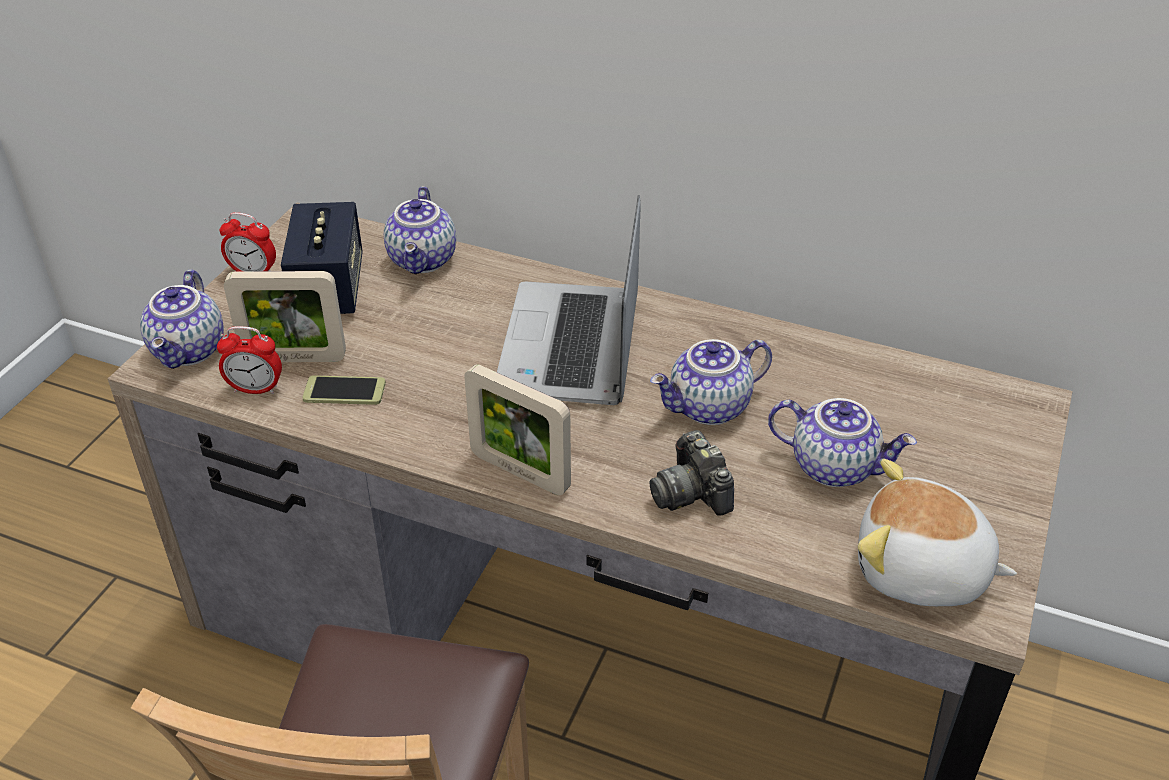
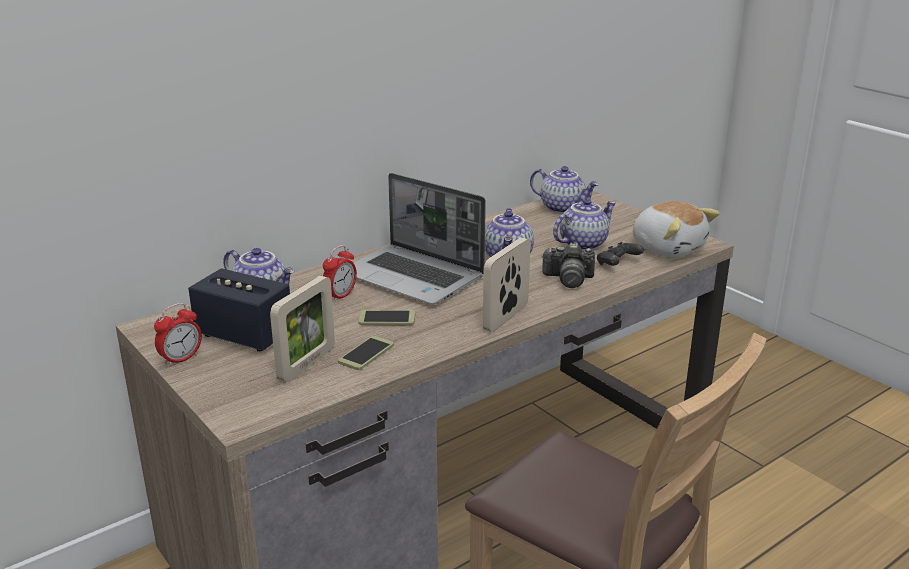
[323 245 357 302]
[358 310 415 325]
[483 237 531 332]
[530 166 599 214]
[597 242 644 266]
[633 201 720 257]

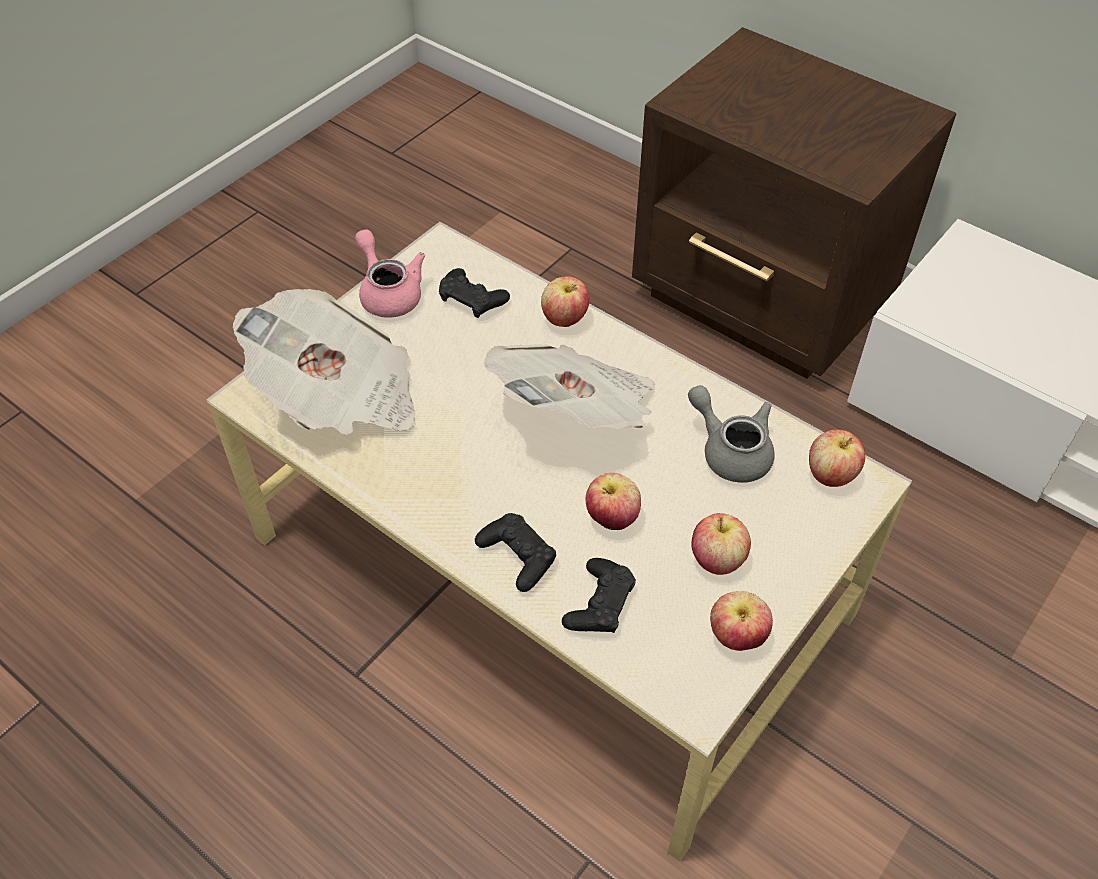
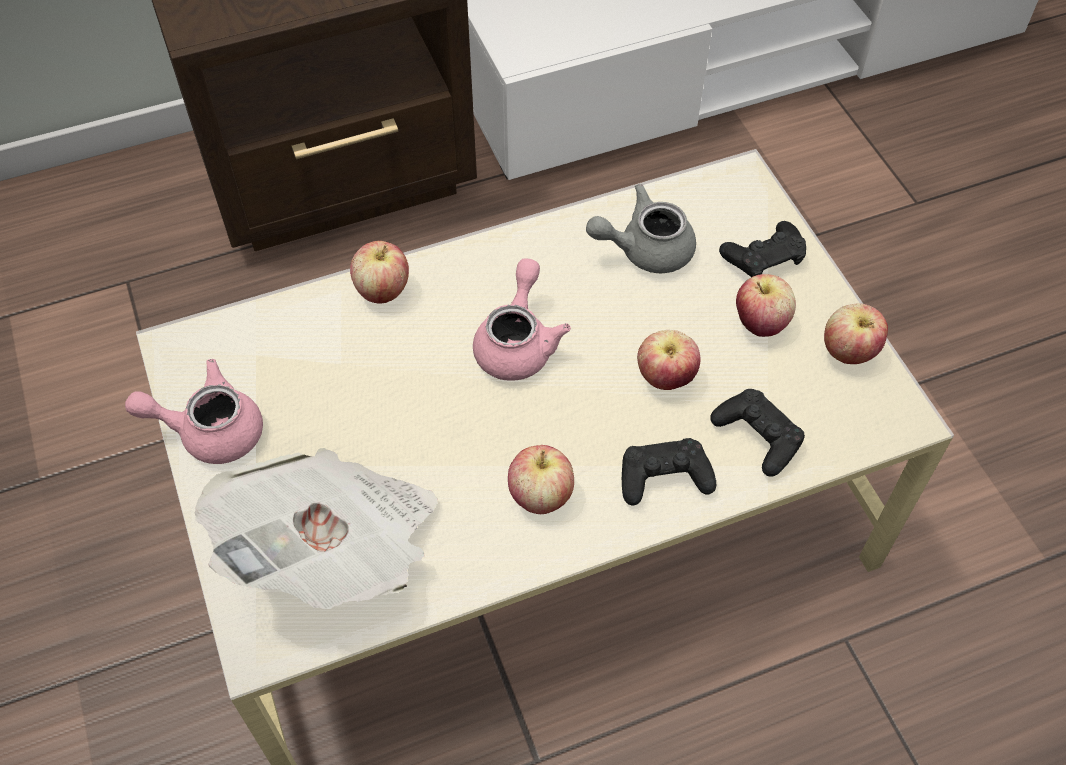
[473 259 571 381]
[508 445 574 514]
[719 221 806 277]

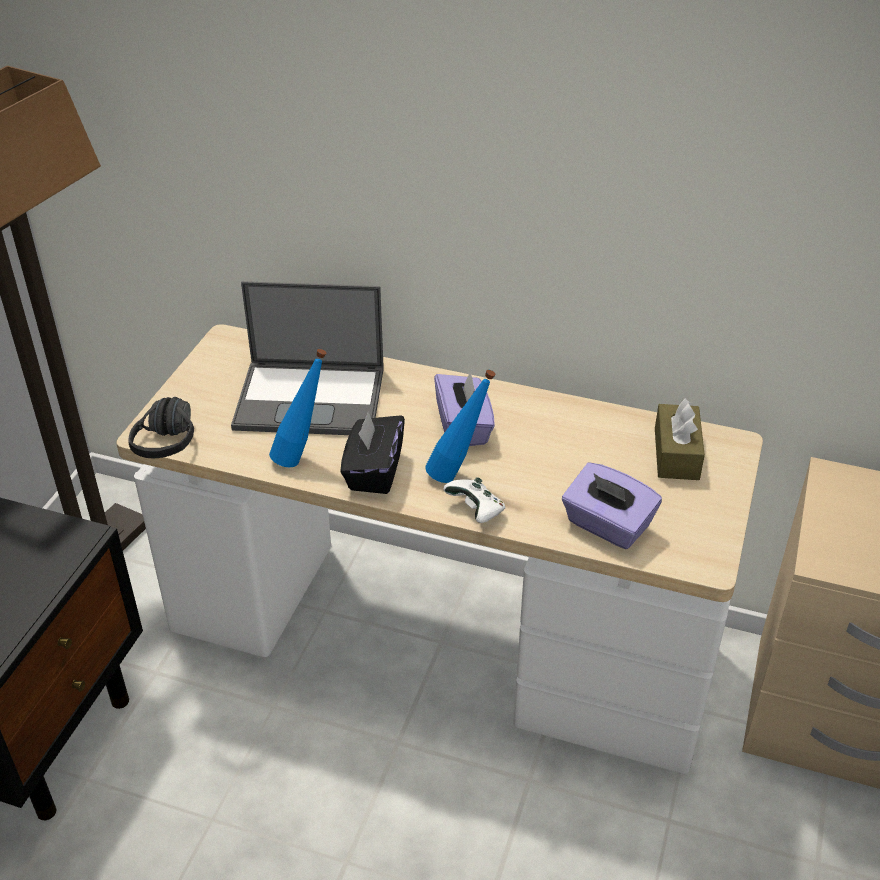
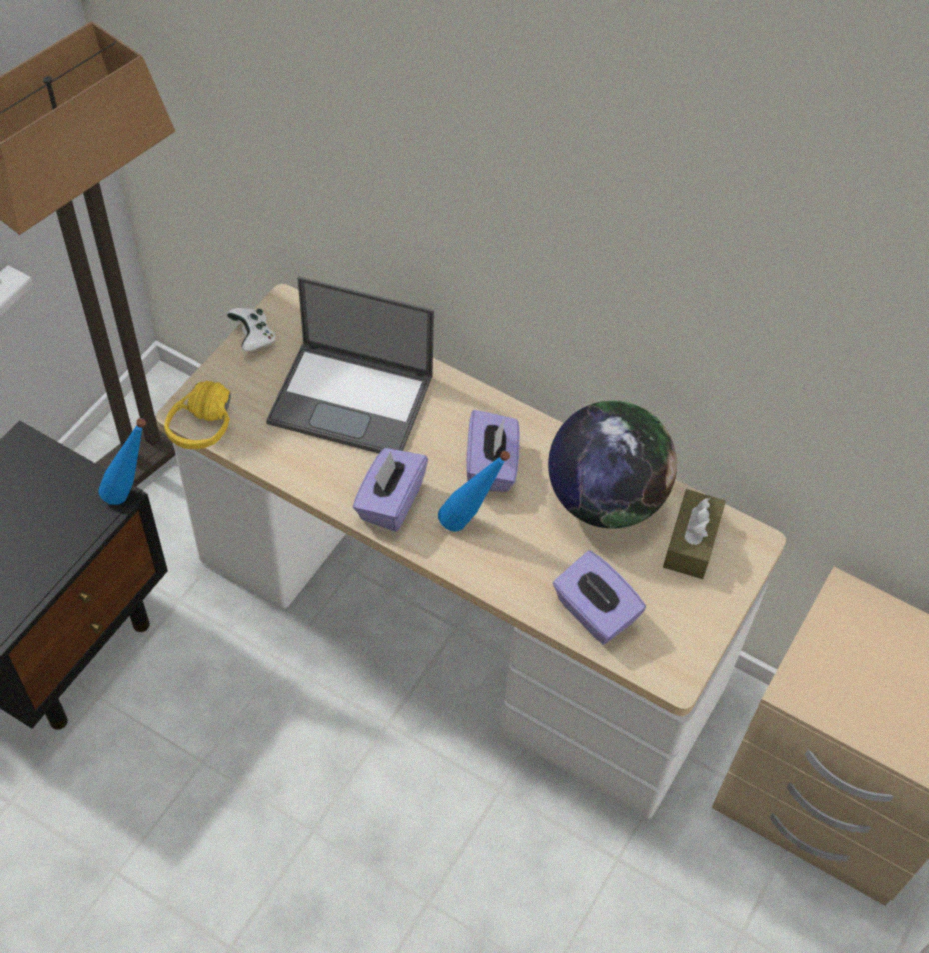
[98 418 146 505]
[164 381 231 449]
[227 308 275 351]
[353 448 428 532]
[548 401 677 529]

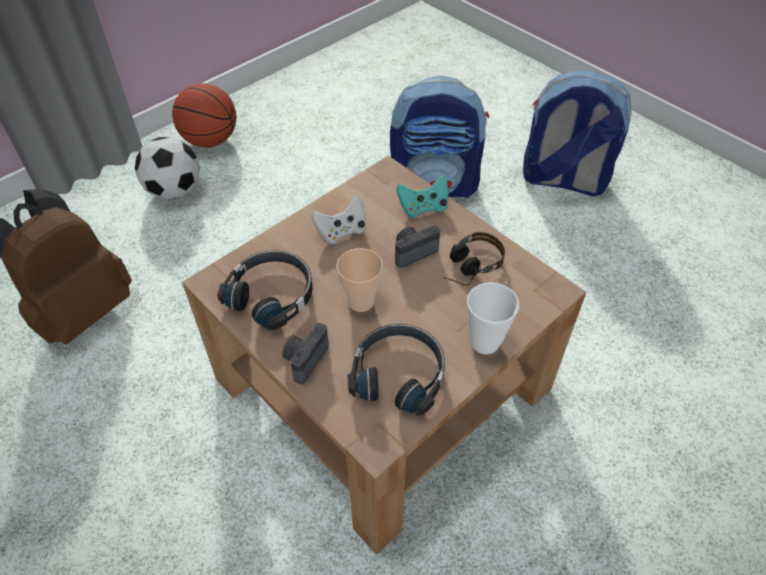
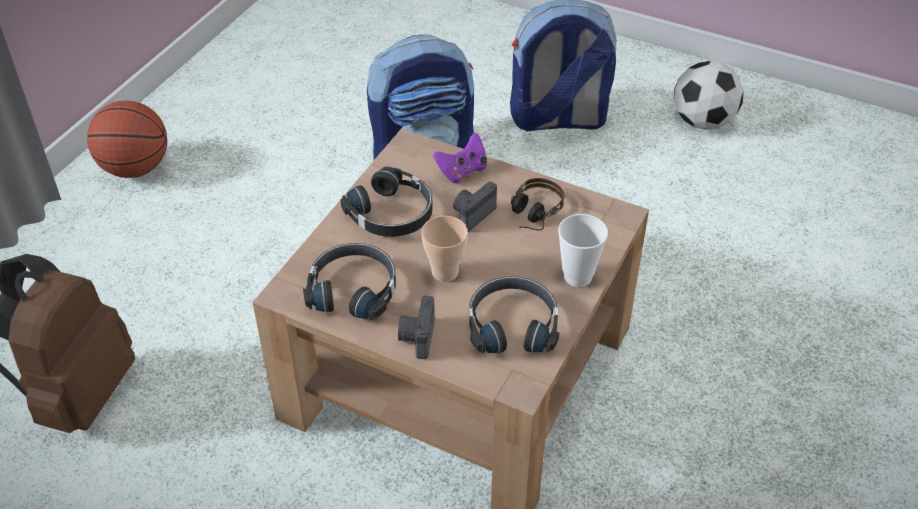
[340 166 432 237]
[433 133 487 183]
[674 61 744 130]

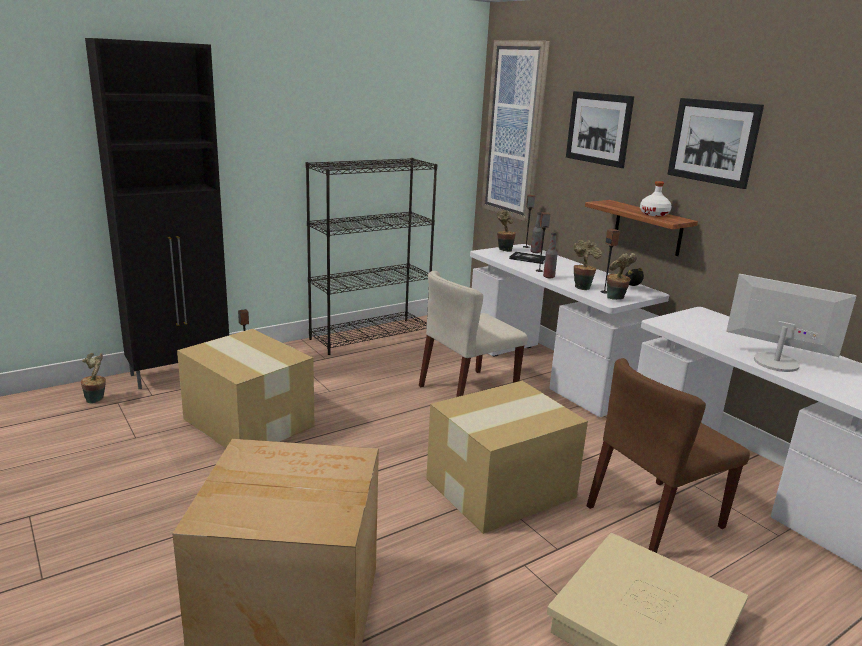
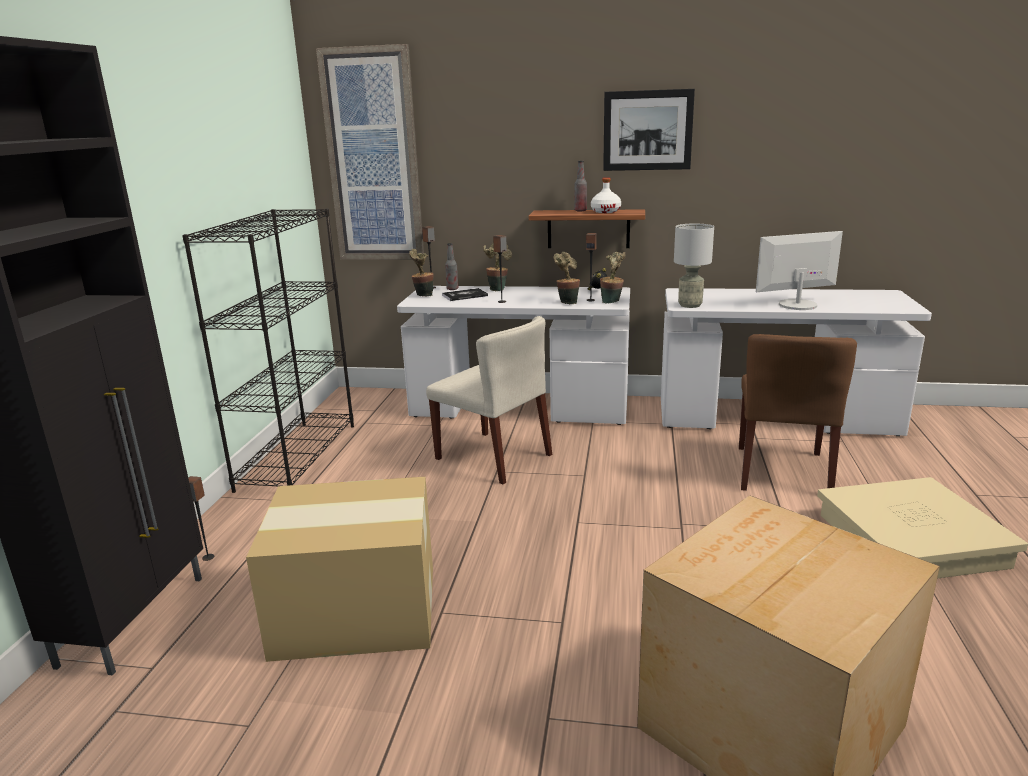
[426 316 552 484]
[483 243 512 291]
[574 161 587 211]
[674 224 714 308]
[426 381 588 534] (first image)
[566 91 634 168] (first image)

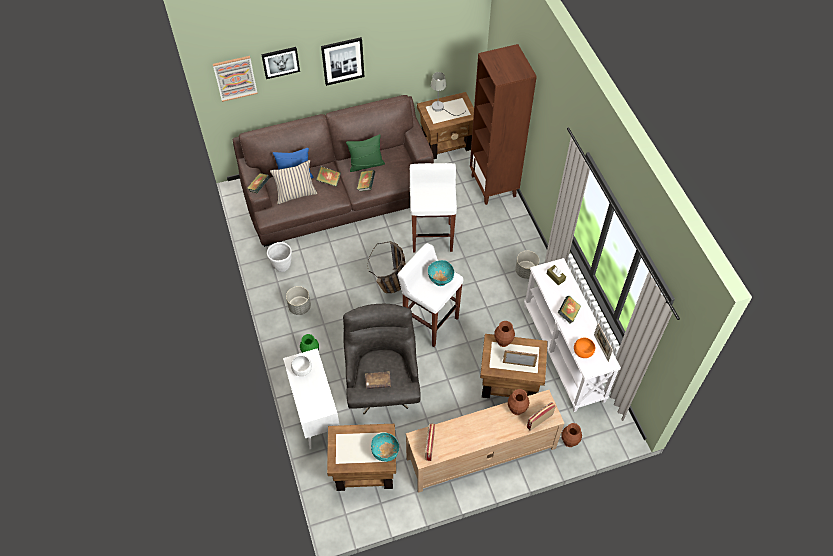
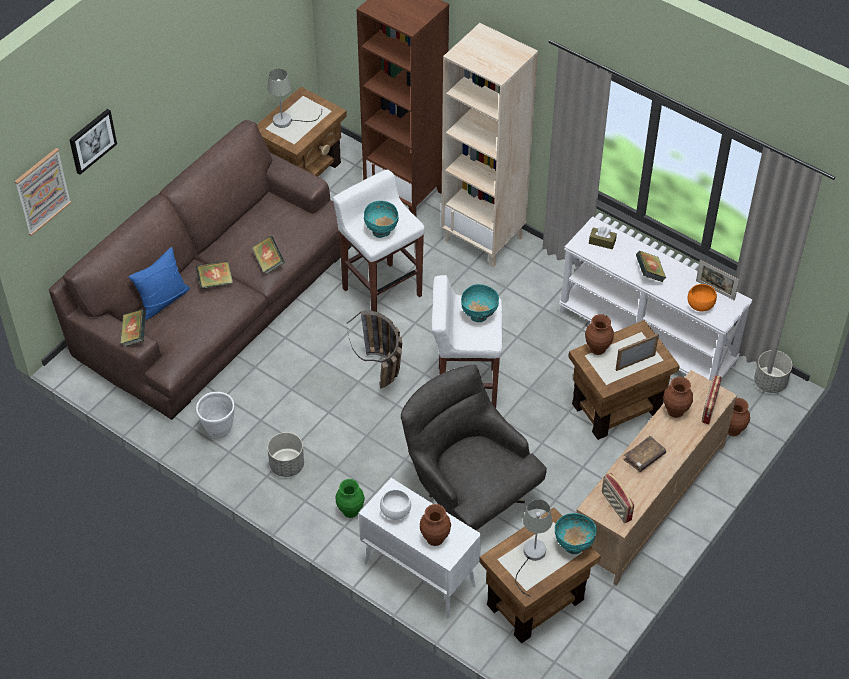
[364 201 399 238]
[420 504 451 546]
[441 23 538 268]
[515 499 552 596]
[624 436 666 472]
[754 350 792 393]
[270 160 317 204] (first image)
[321 37 364 86] (first image)
[346 134 385 172] (first image)

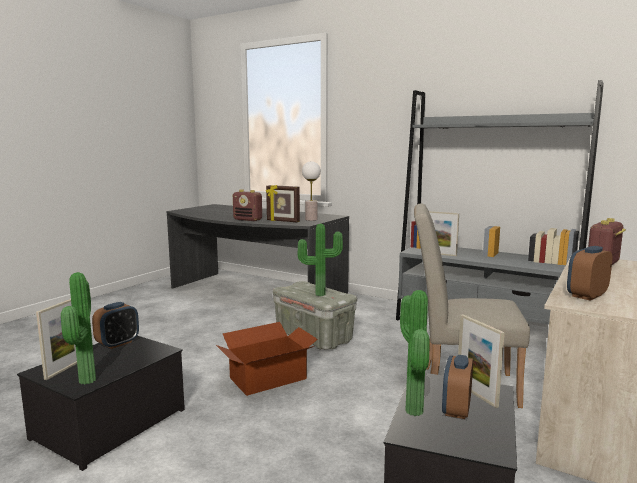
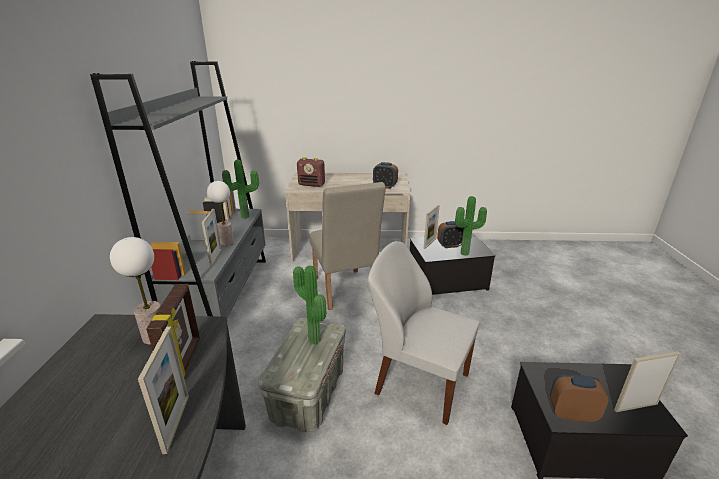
[138 327 189 454]
[207 181 234 246]
[222 160 259 219]
[368 241 480 425]

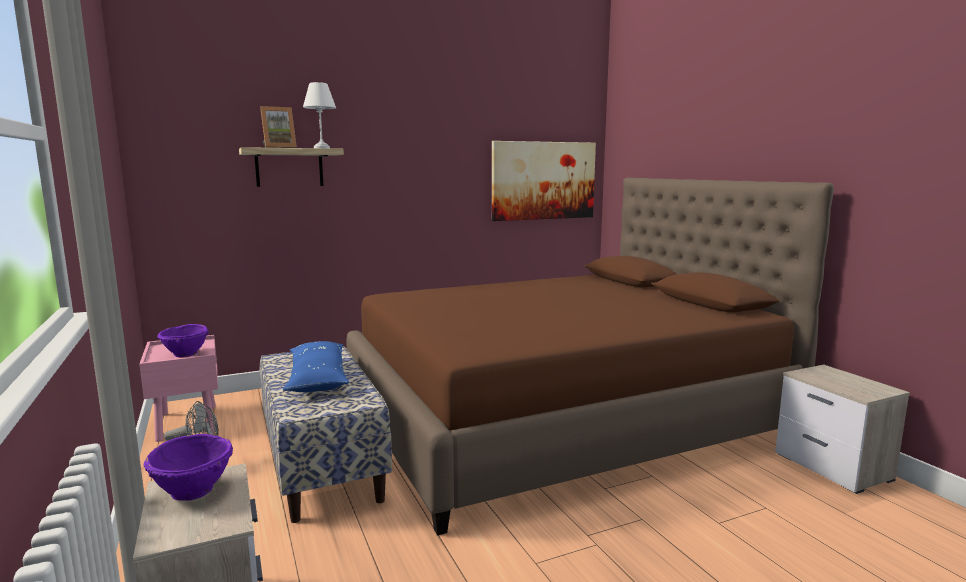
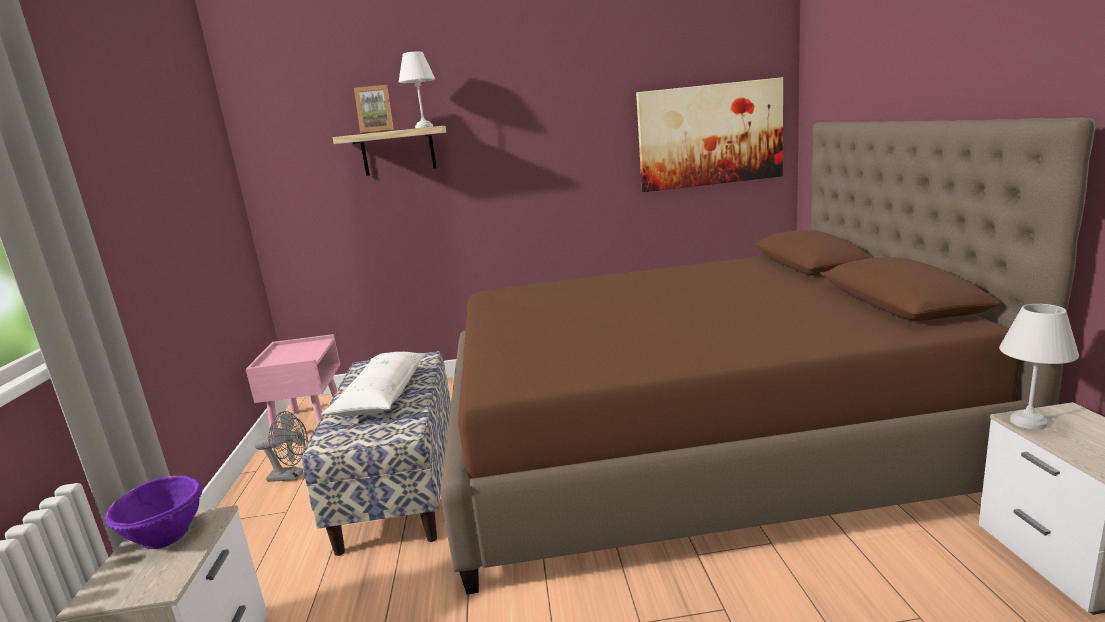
[321 352 426 416]
[999 304 1079 429]
[157 324 209 357] (first image)

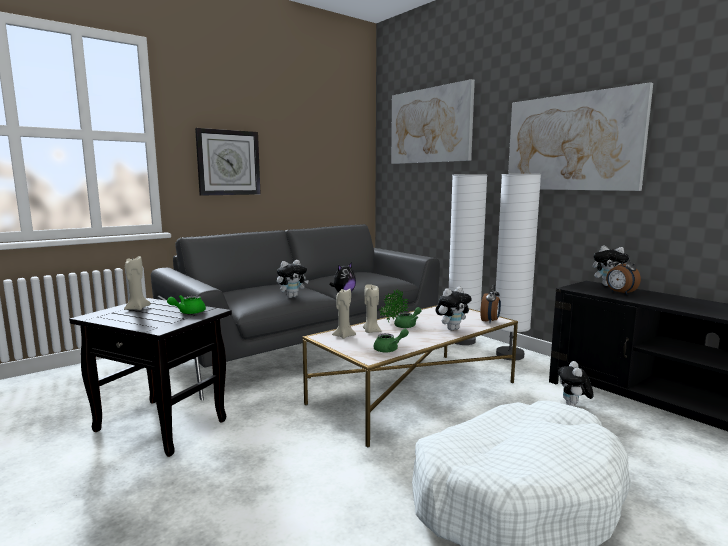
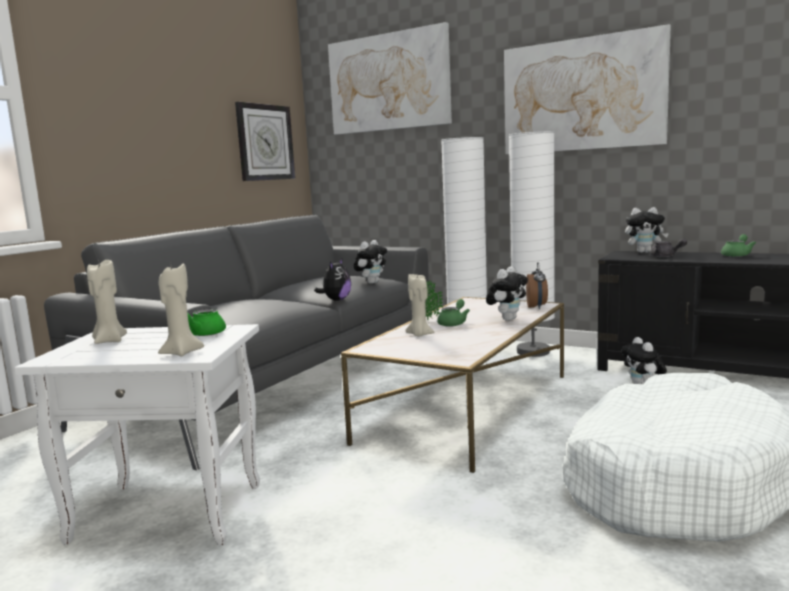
[15 324 260 545]
[158 264 204 356]
[235 102 295 181]
[354 240 387 284]
[650 239 687 257]
[721 234 756 257]

